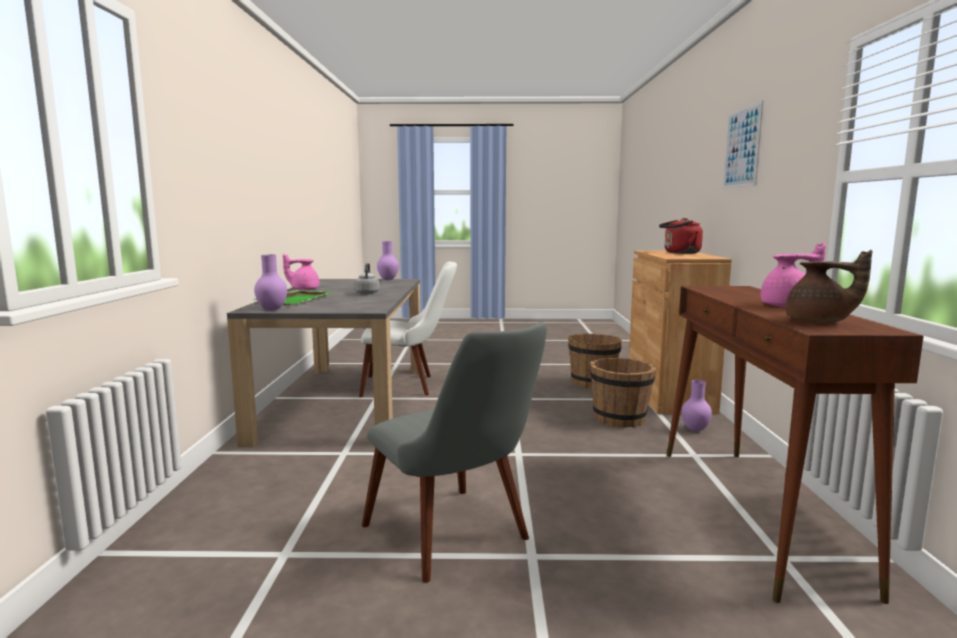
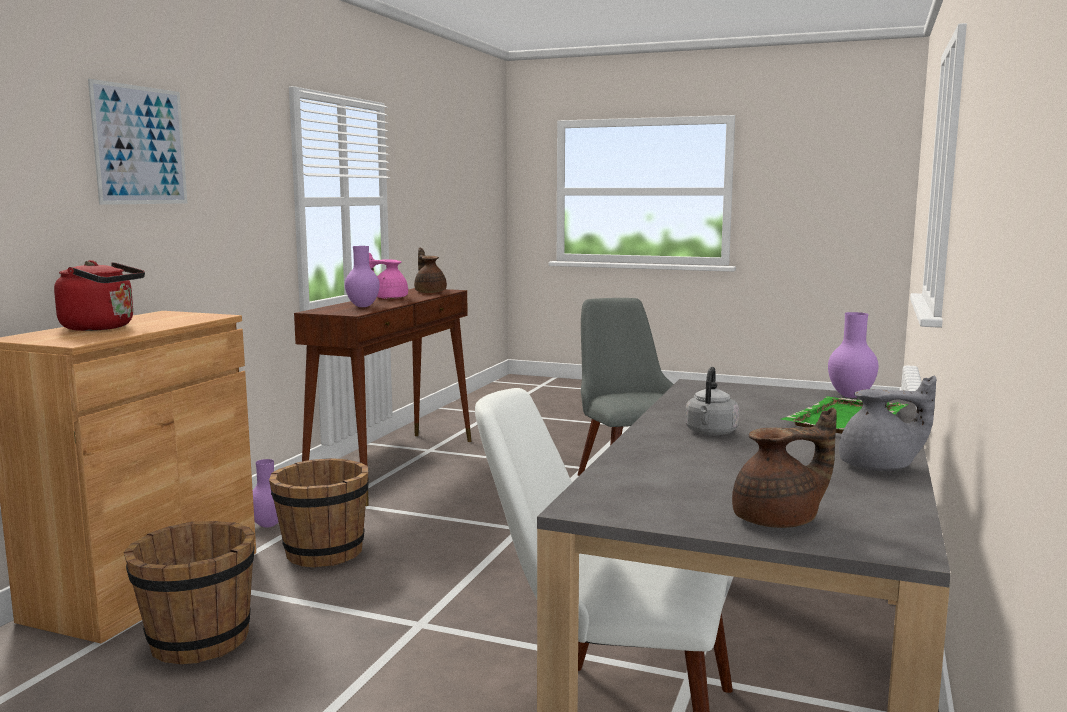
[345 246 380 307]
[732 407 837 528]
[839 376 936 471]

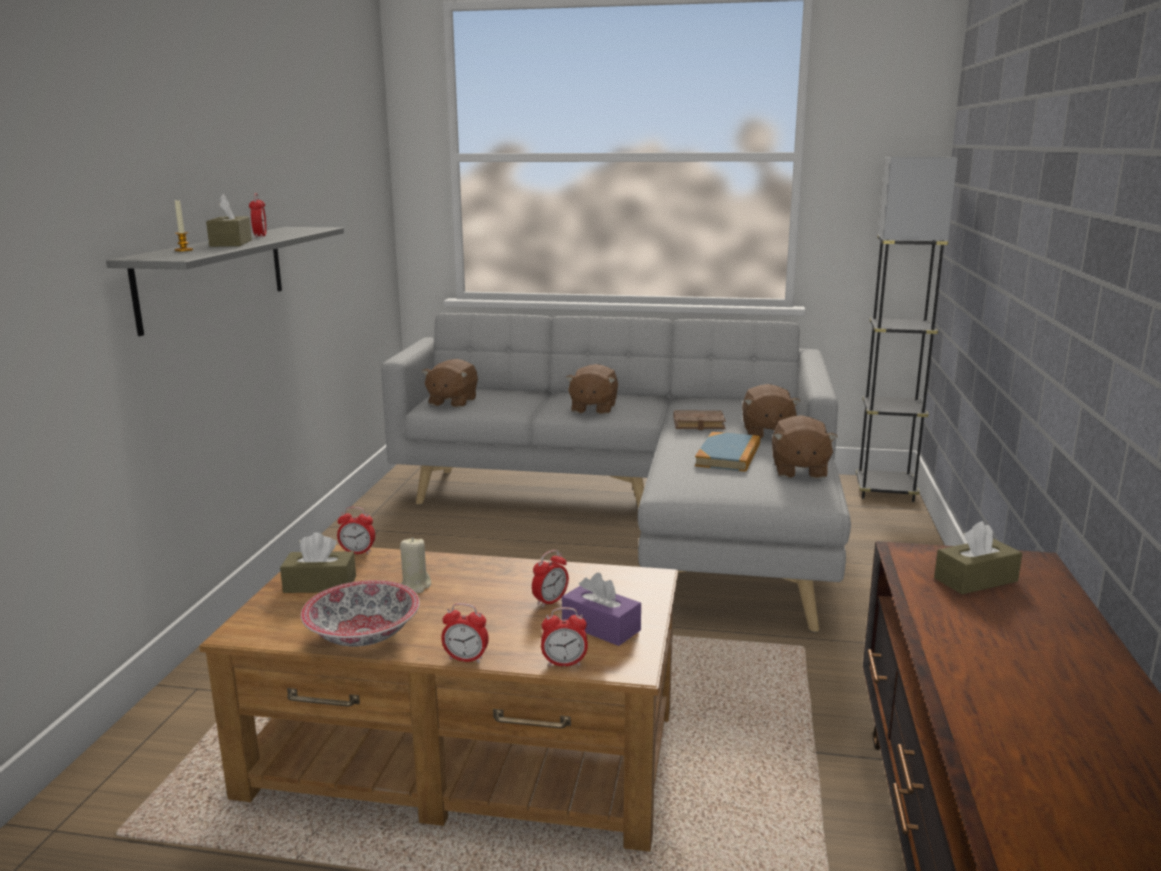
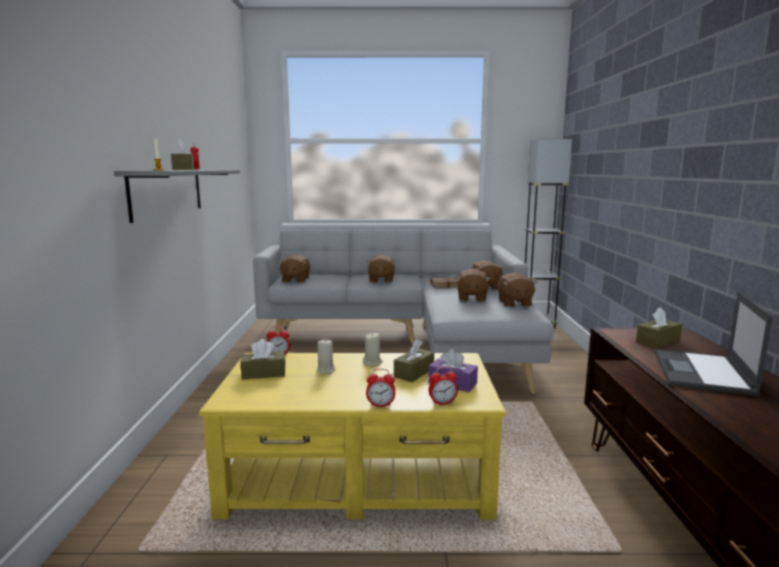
[199 353 506 520]
[363 332 383 366]
[394 339 434 382]
[456 269 491 302]
[655 292 773 396]
[301 580 420 647] (first image)

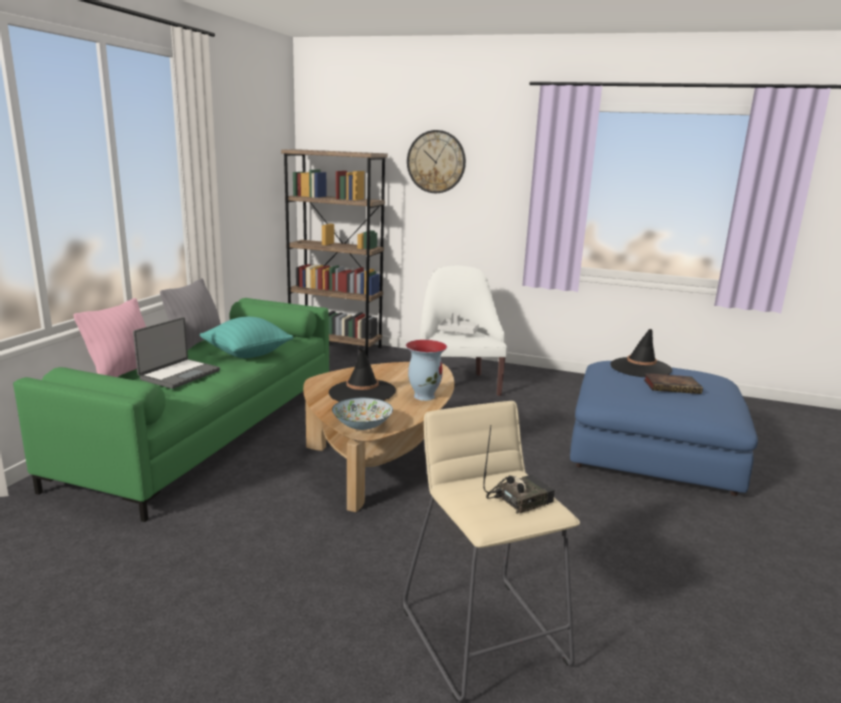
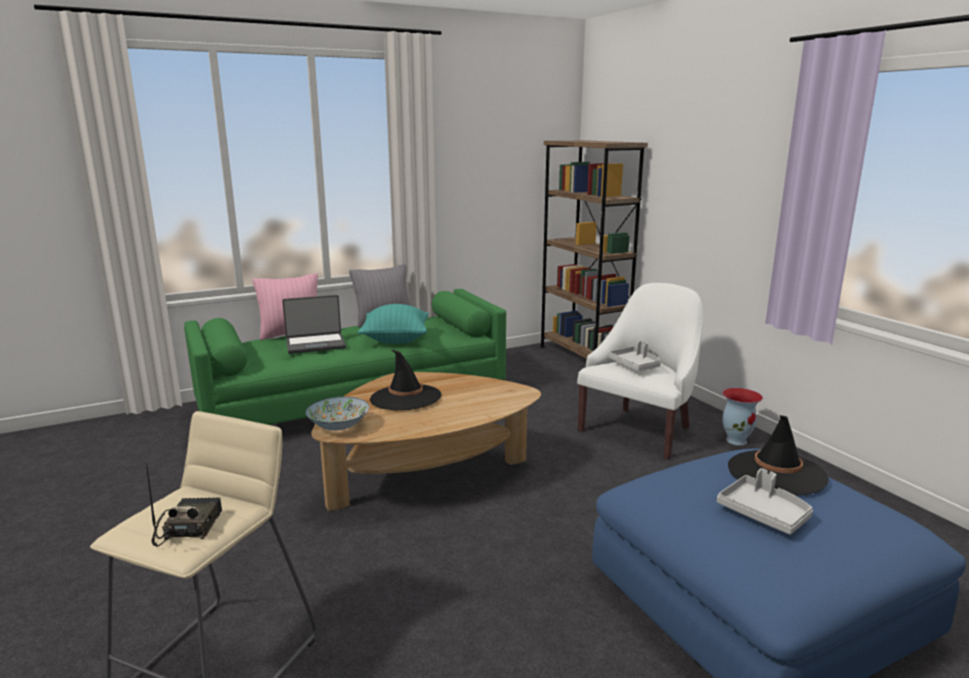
[146 463 222 546]
[717 468 813 535]
[722 388 763 445]
[407 130 466 193] (first image)

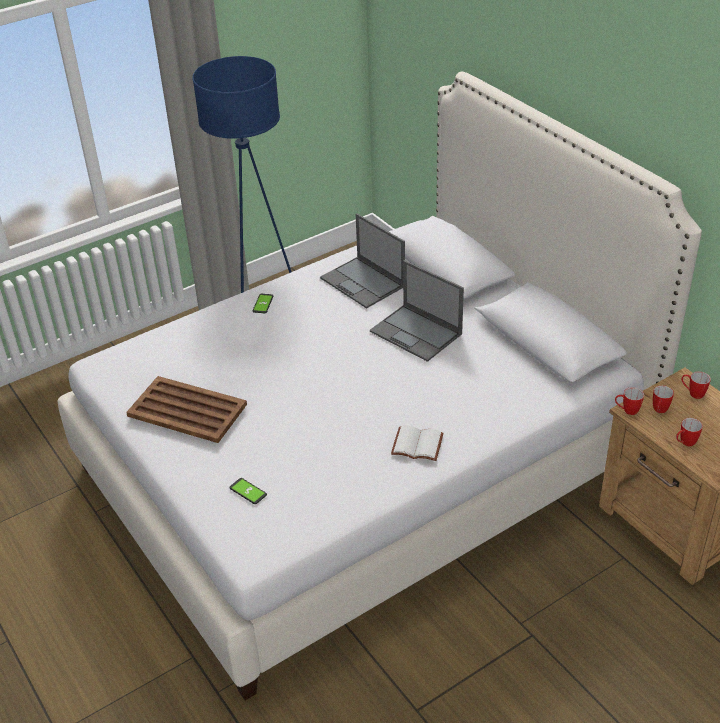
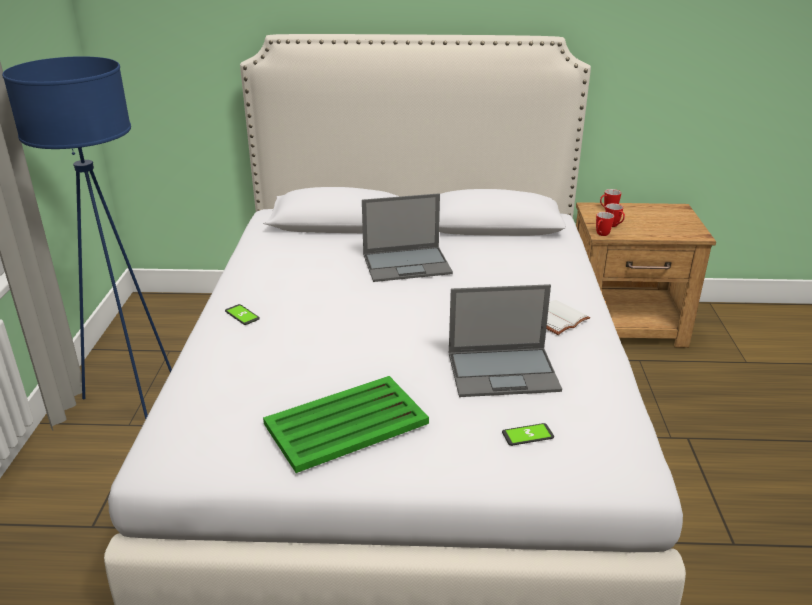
[263 376 429 473]
[449 284 562 397]
[676 418 703 446] (first image)

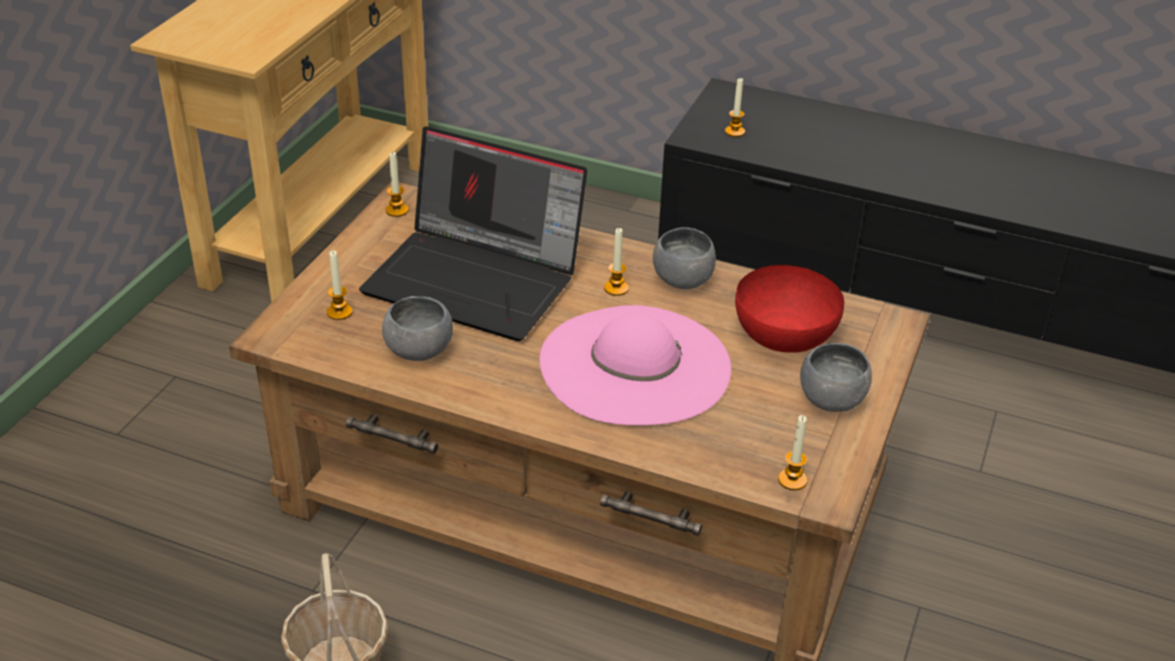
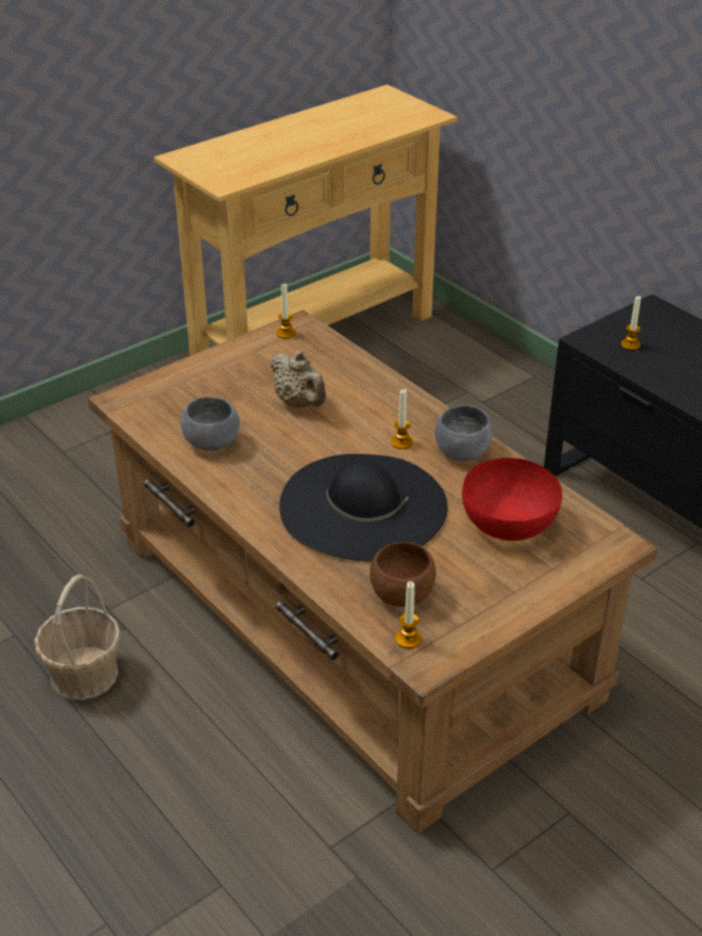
[270 350 326 407]
[279 454 448 562]
[370 542 436 607]
[327 250 352 320] (first image)
[800 343 872 412] (first image)

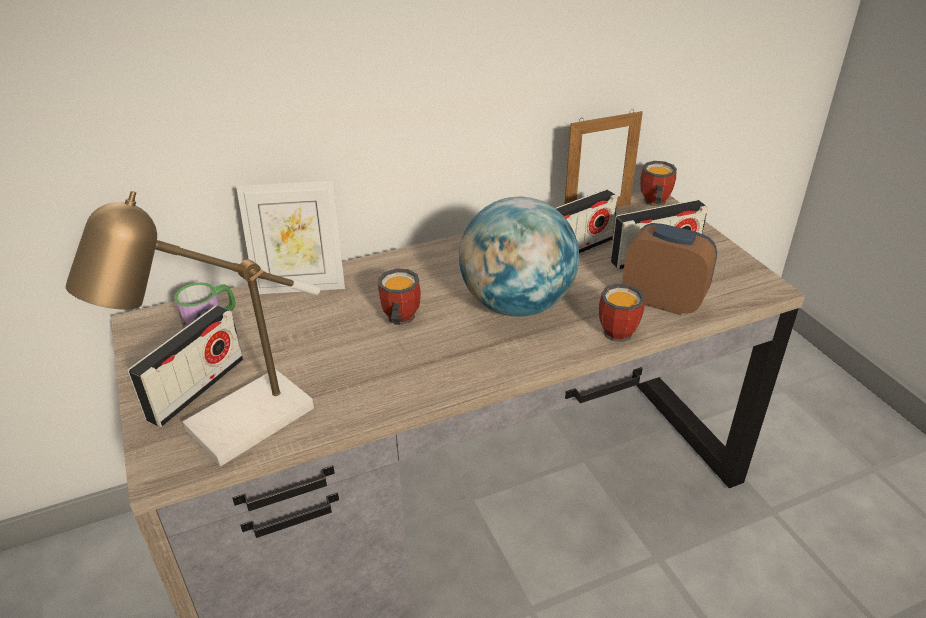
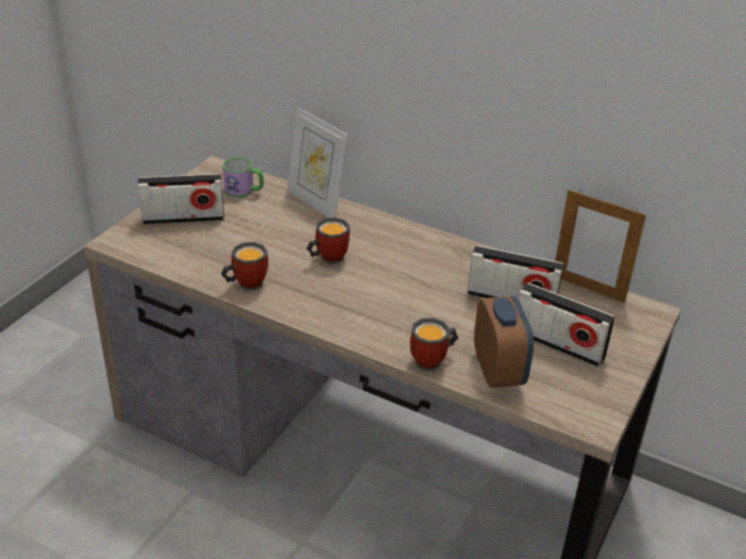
[221 242 268 291]
[66 191 320 466] (first image)
[459 196 579 317] (first image)

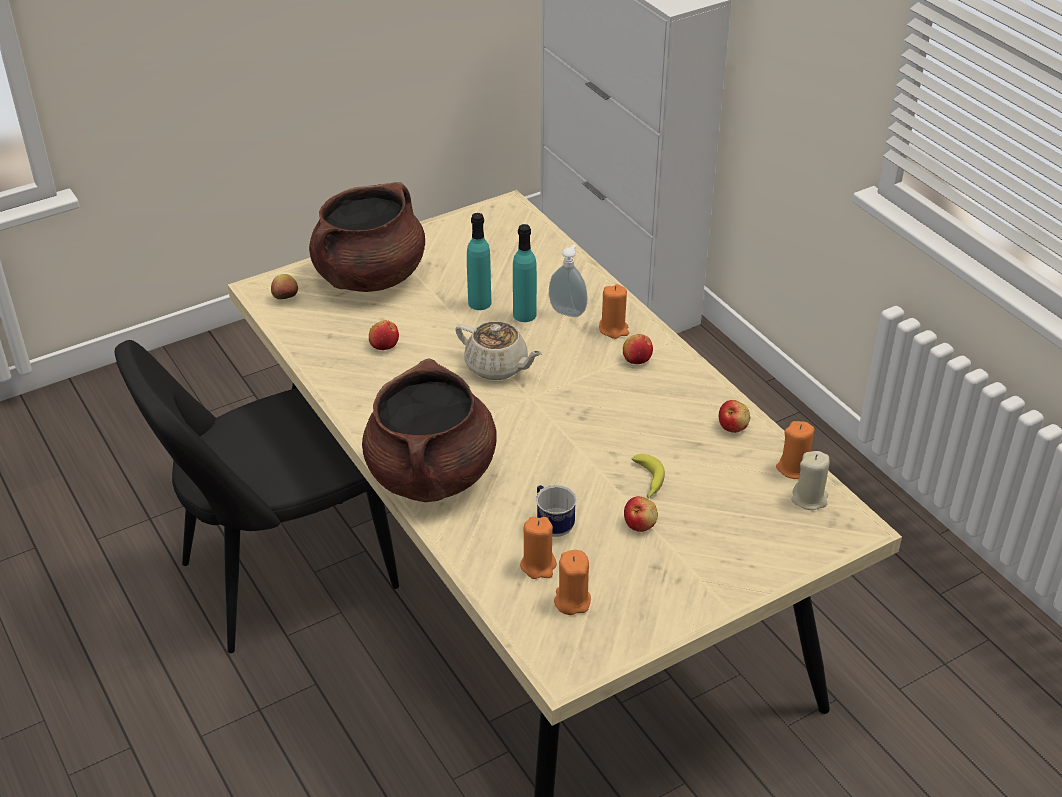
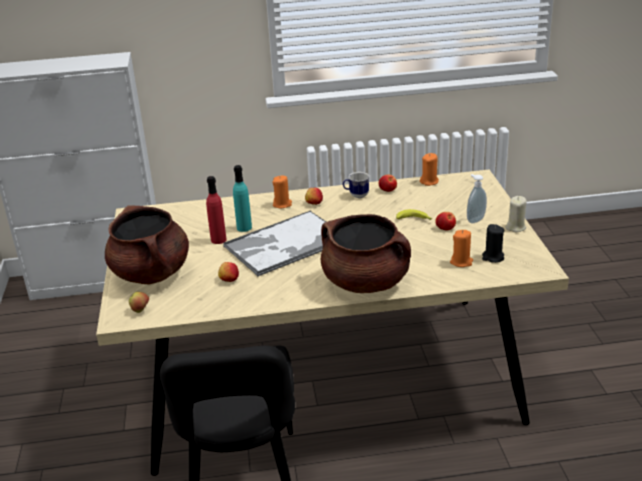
[206 176 227 244]
[223 210 326 277]
[343 172 369 198]
[467 174 487 223]
[482 224 504 263]
[505 196 527 232]

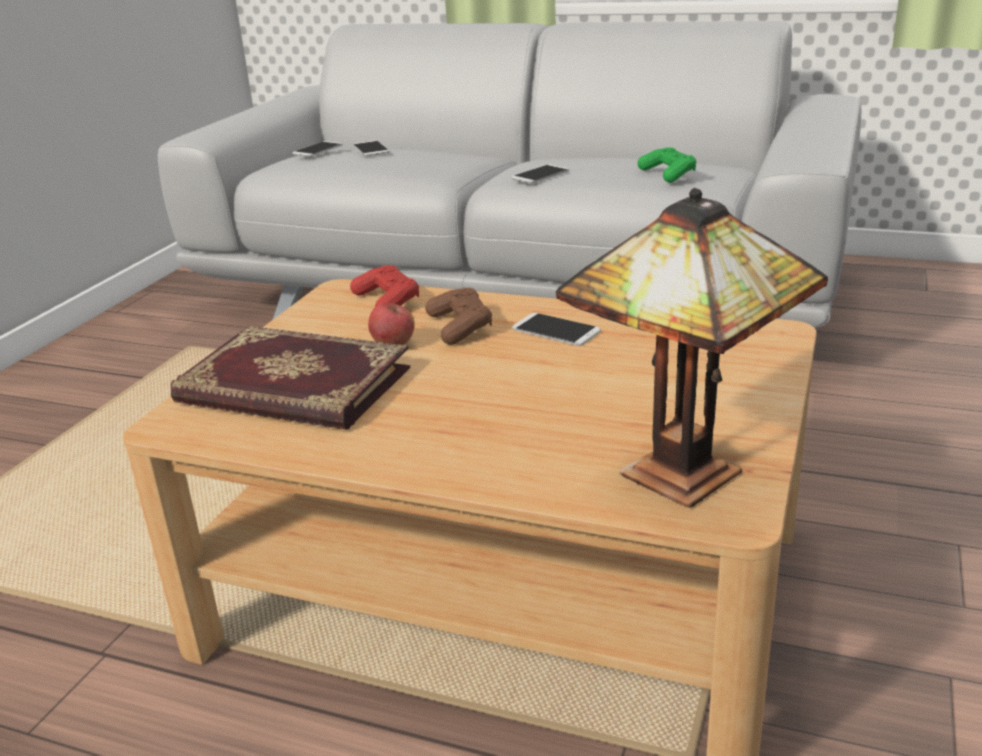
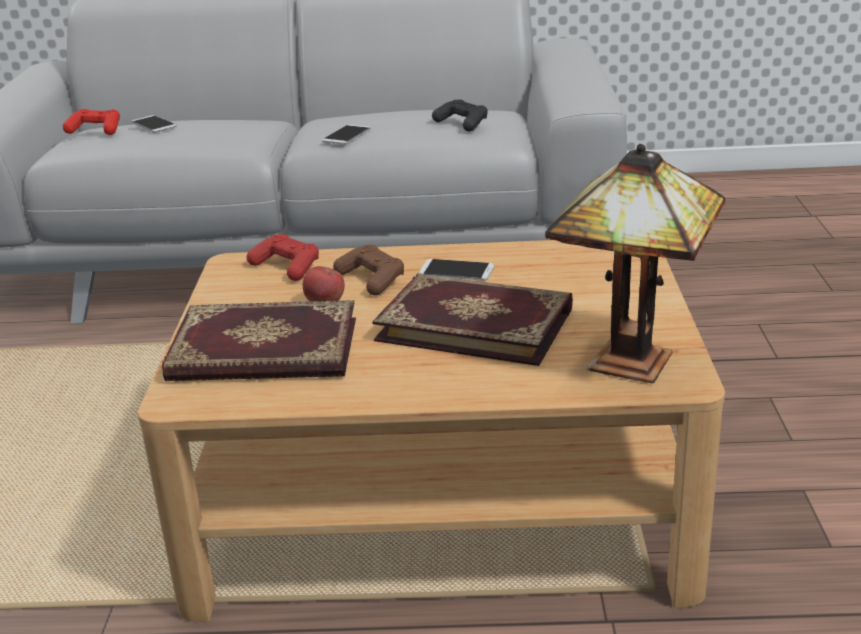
[63 109 120 135]
[372 274 573 366]
[432 100 488 132]

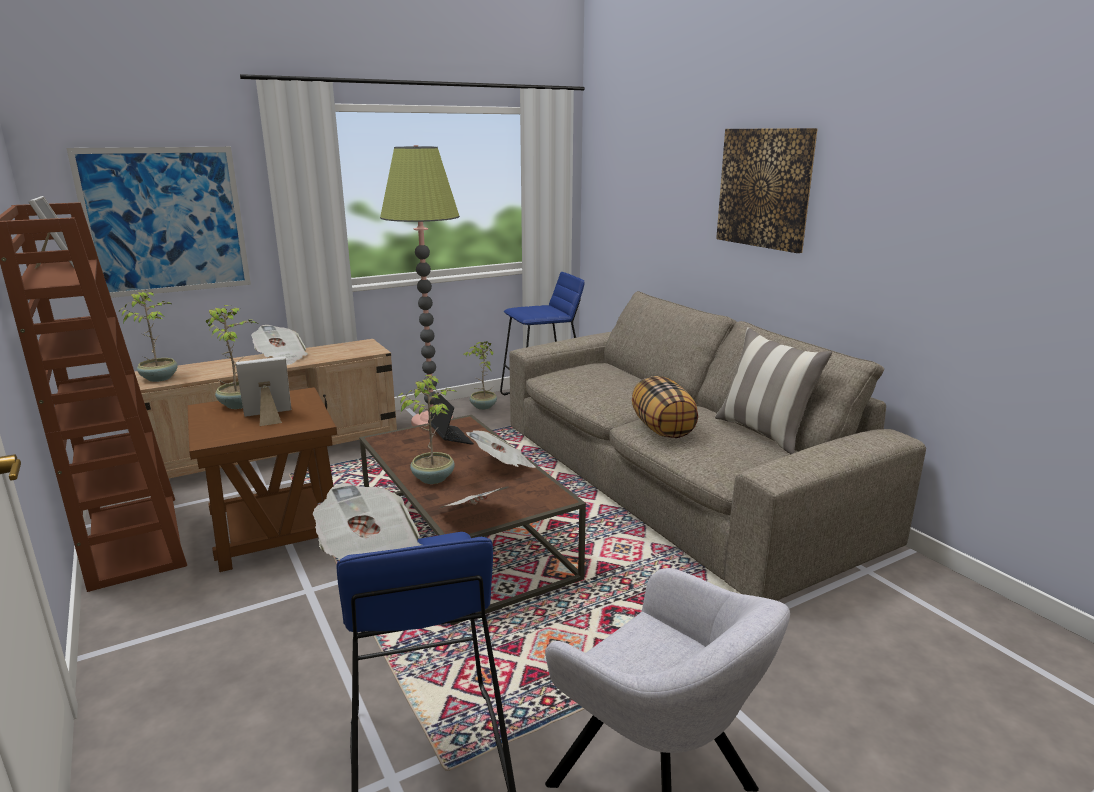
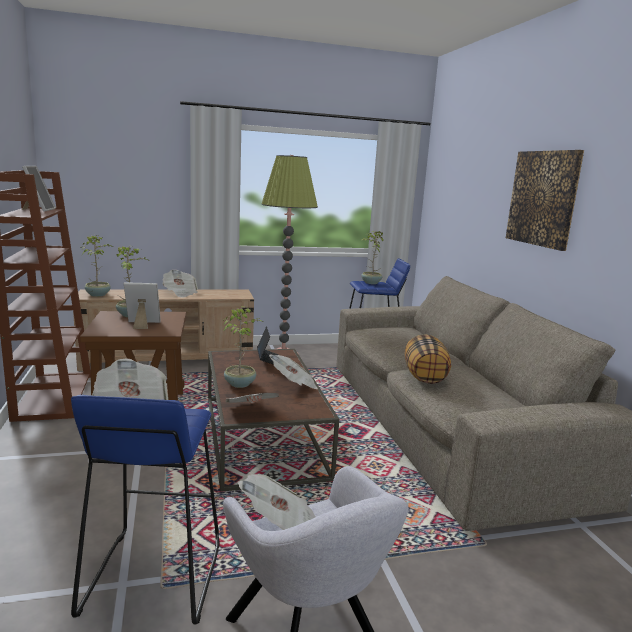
[238 474 316 530]
[361 231 384 284]
[67 147 251 298] (first image)
[715 327 832 454] (first image)

